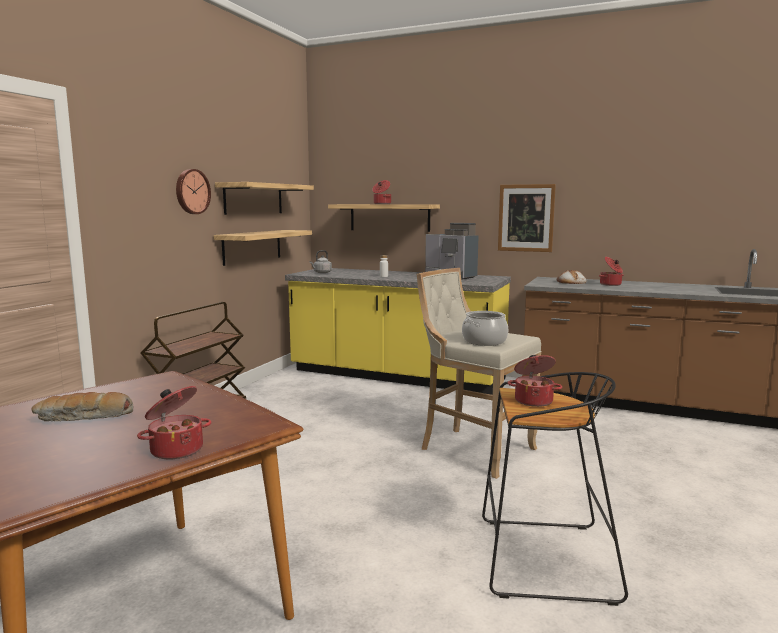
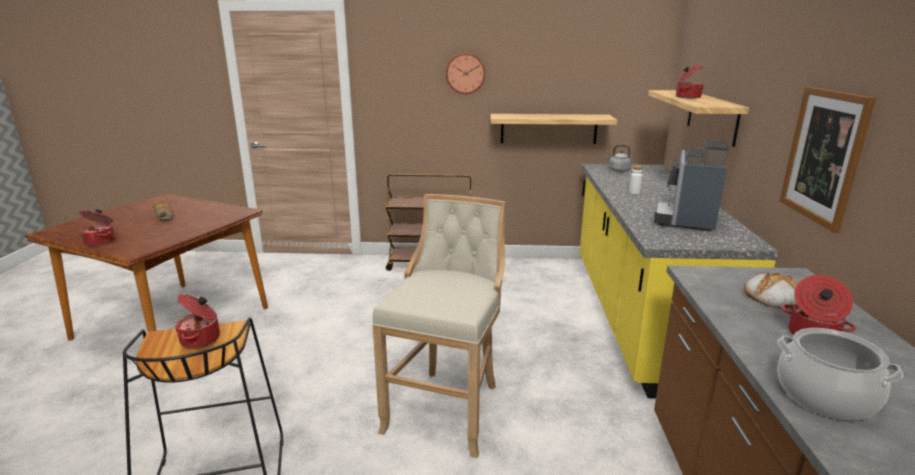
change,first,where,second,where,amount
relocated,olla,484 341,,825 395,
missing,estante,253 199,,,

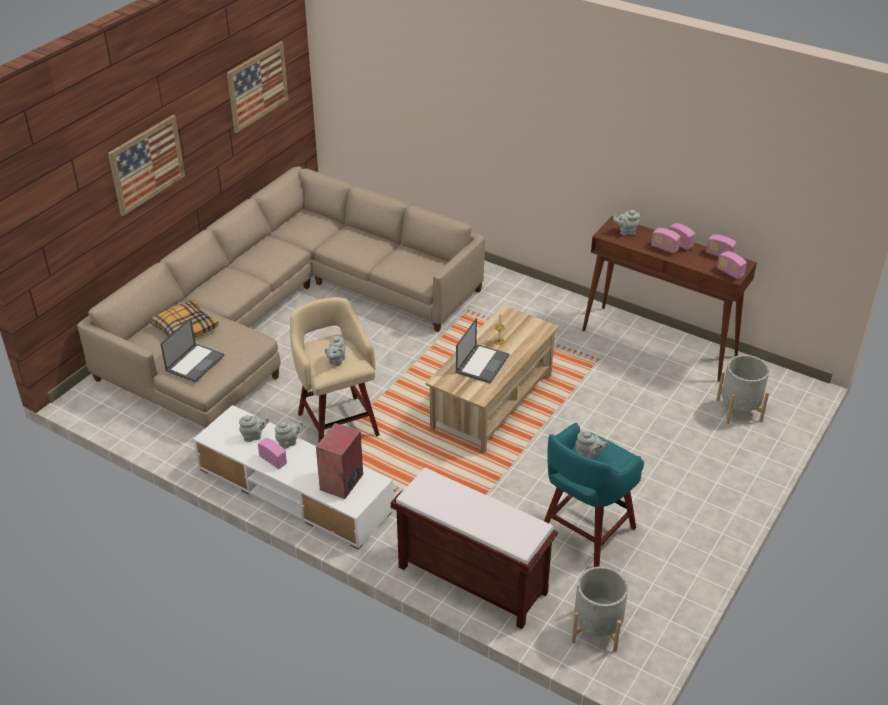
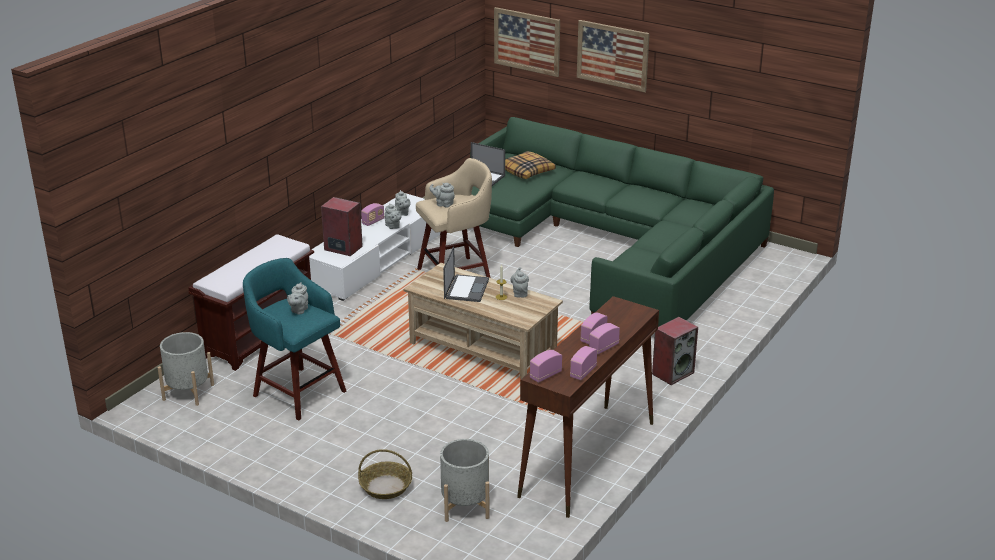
change,first,where,second,where,amount
appeared,,,cesta,385 486,
spun,portátil,482 363,,466 288,105 degrees counterclockwise
colour,sofá/beis,282 313,sofá/verde,610 244,
relocated,cuadro,257 86,,527 41,
relocated,tetera/gris,626 232,,520 293,
appeared,,,altavoz,673 373,

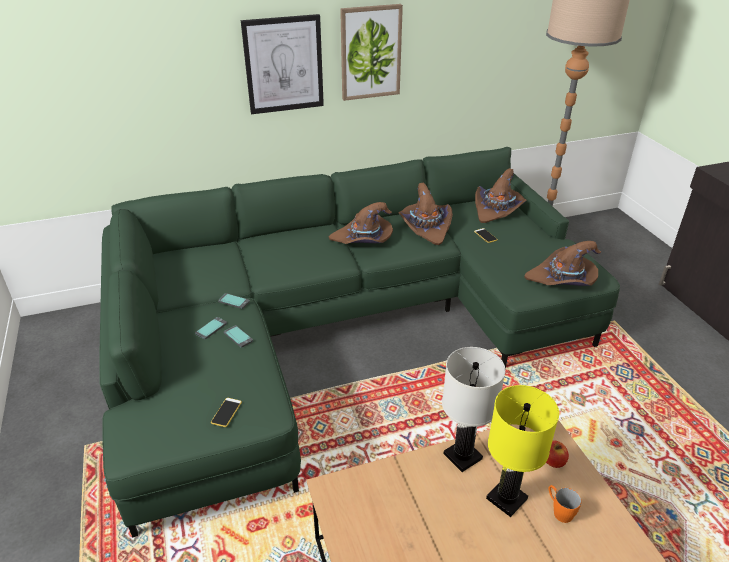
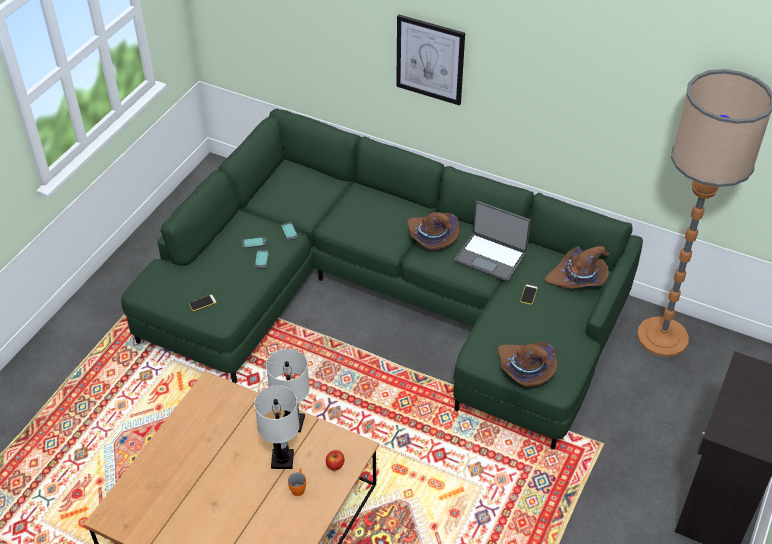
change,first,where,second,where,amount
colour,lámpara de mesa/amarillo,506 499,lámpara de mesa/blanco,282 460,
exchanged,sombrero/marrón,426 227,portátil,491 257,
missing,cuadro,370 52,,,

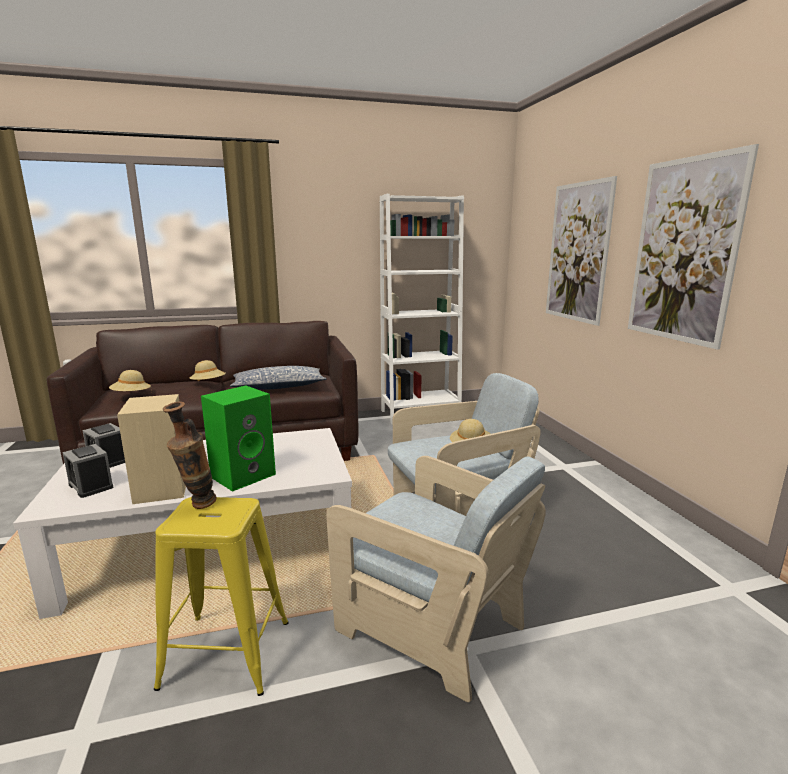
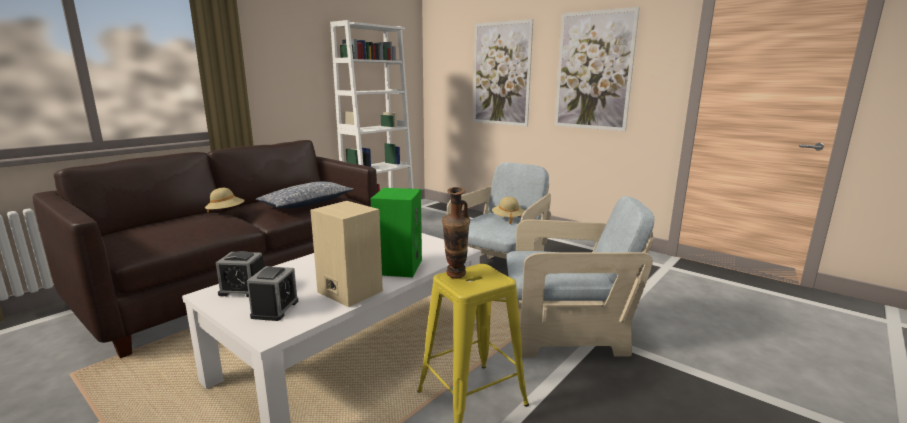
change,first,where,second,where,amount
spun,despertador,91 486,,275 309,90 degrees counterclockwise
missing,sombrero/beis,131 395,,,

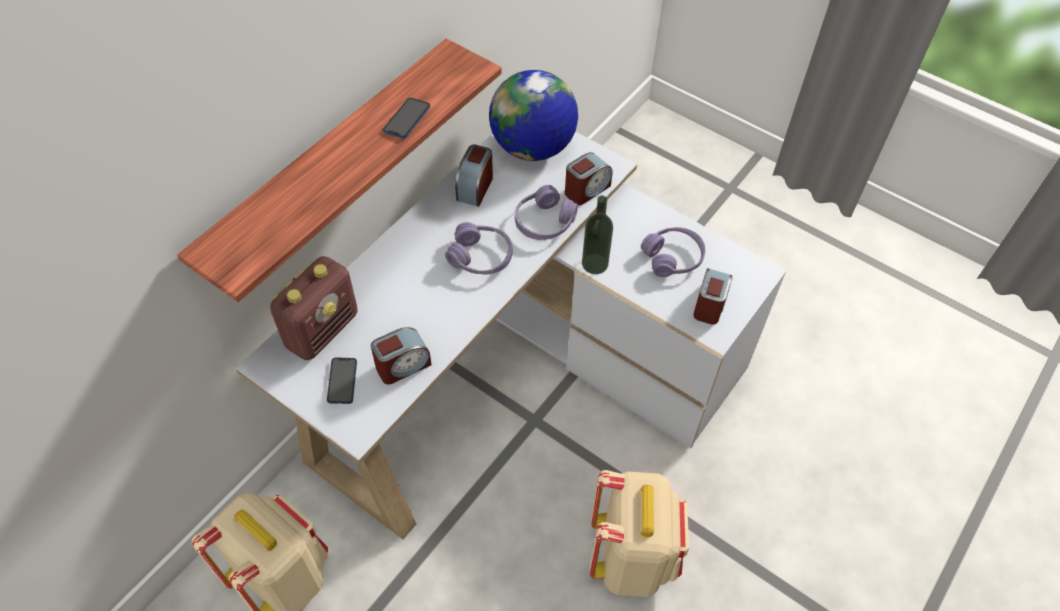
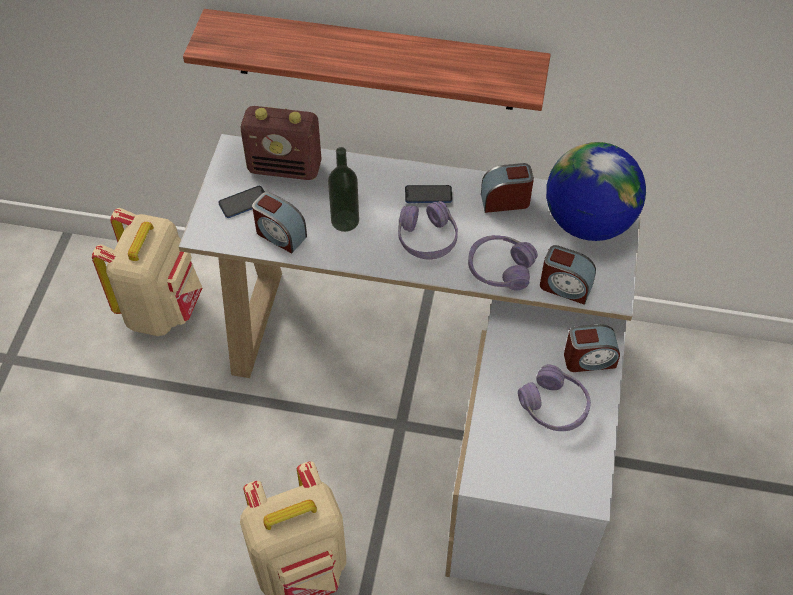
change,first,where,second,where,amount
relocated,botella,595 264,,345 221,
relocated,móvil,407 119,,428 195,
relocated,despertador,710 305,,589 359,

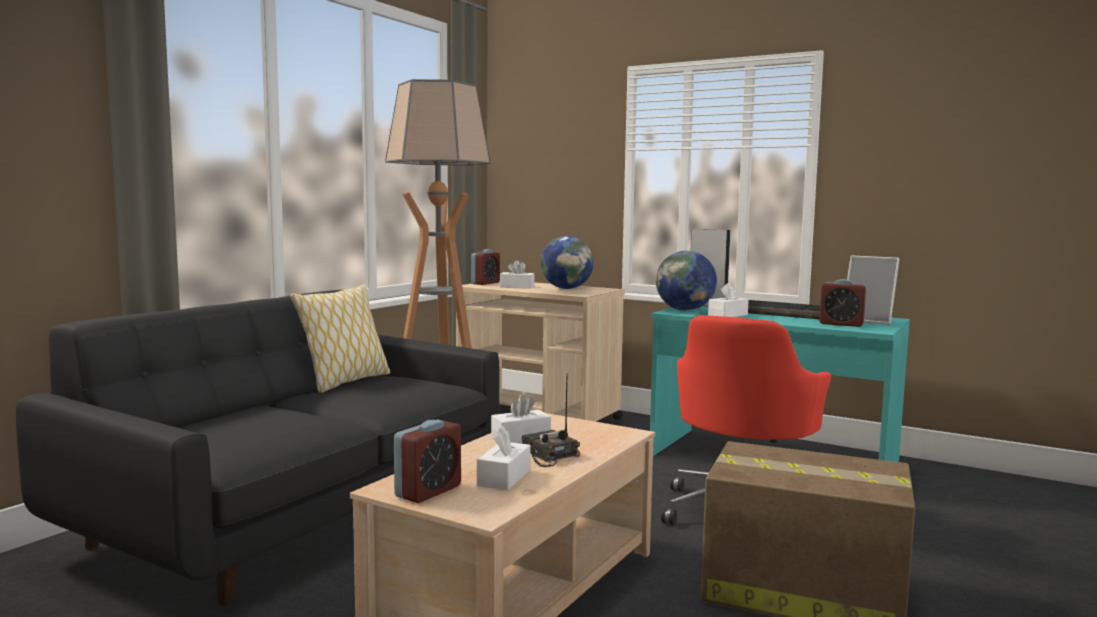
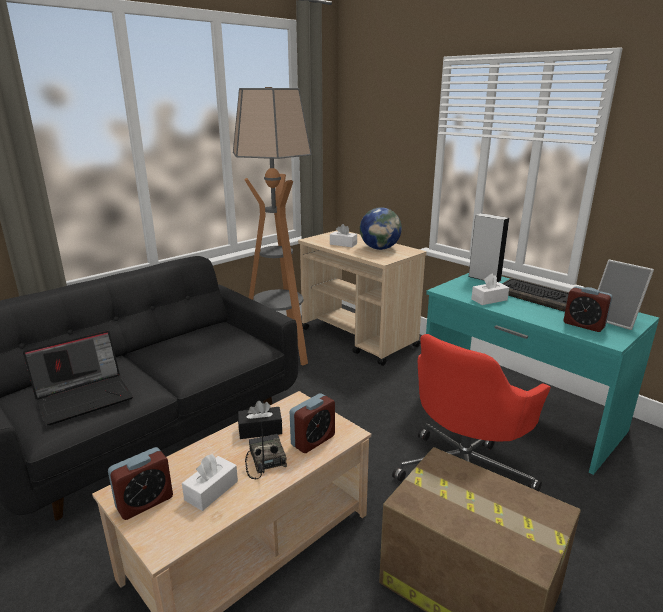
change,first,where,second,where,amount
appeared,,,portátil,85 397,
colour,caja de pañuelos/blanco,521 438,caja de pañuelos/negro,260 430,
relocated,despertador,485 283,,313 440,
missing,cojín,345 382,,,
missing,globo terráqueo,685 310,,,

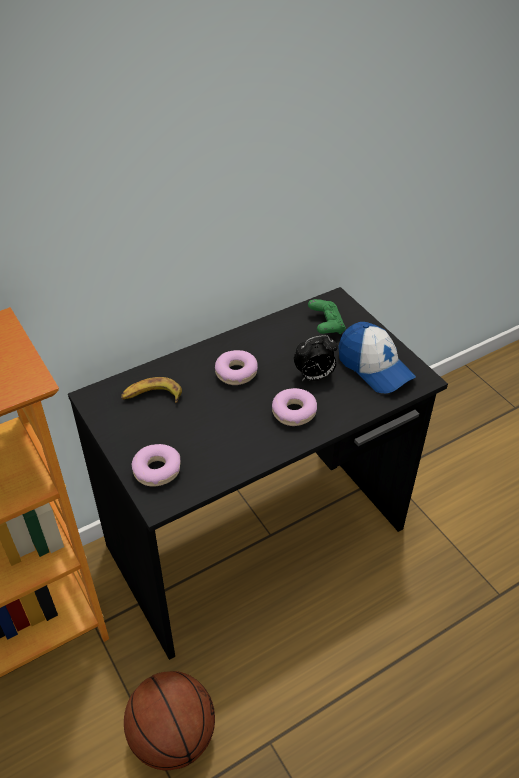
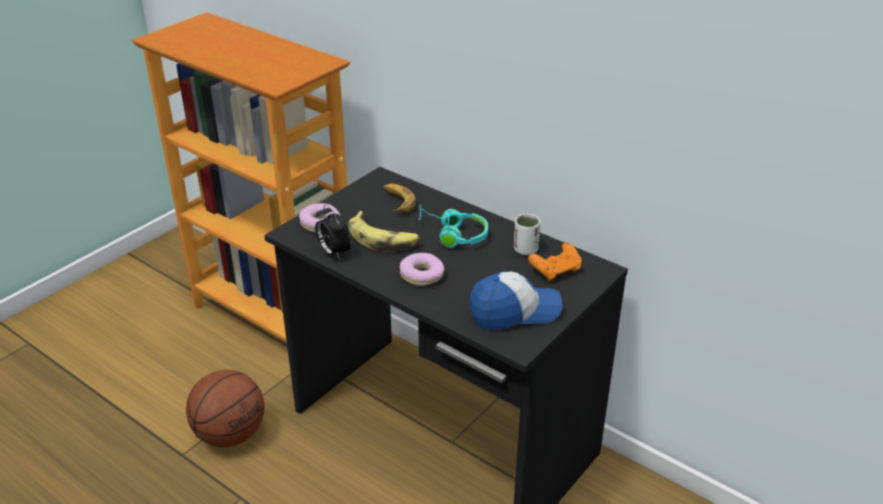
change,first,where,second,where,amount
relocated,despertador,314 377,,333 252,
appeared,,,plátano,383 239,
exchanged,rosquilla,236 372,auriculares/turquesa,452 234,
spun,gorra,374 367,,514 312,135 degrees counterclockwise
appeared,,,taza/blanco,525 250,
colour,mando de consola/verde,326 325,mando de consola/naranja,556 270,

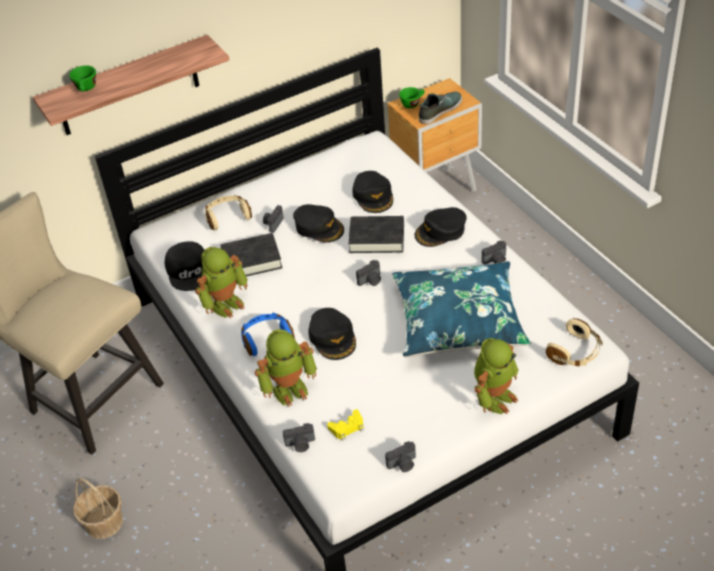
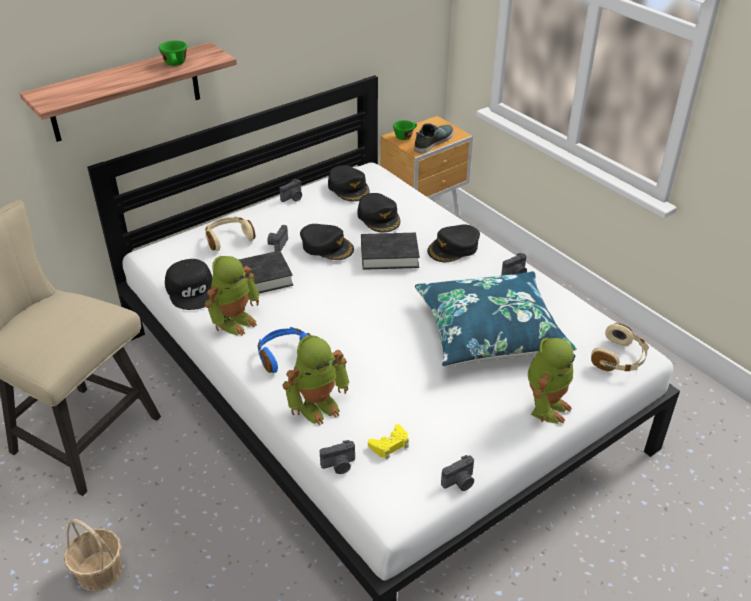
change,first,where,second,where,amount
relocated,taza/verde,86 89,,176 64,
relocated,cámara,371 281,,293 198,
relocated,gorra/negro,333 338,,349 188,

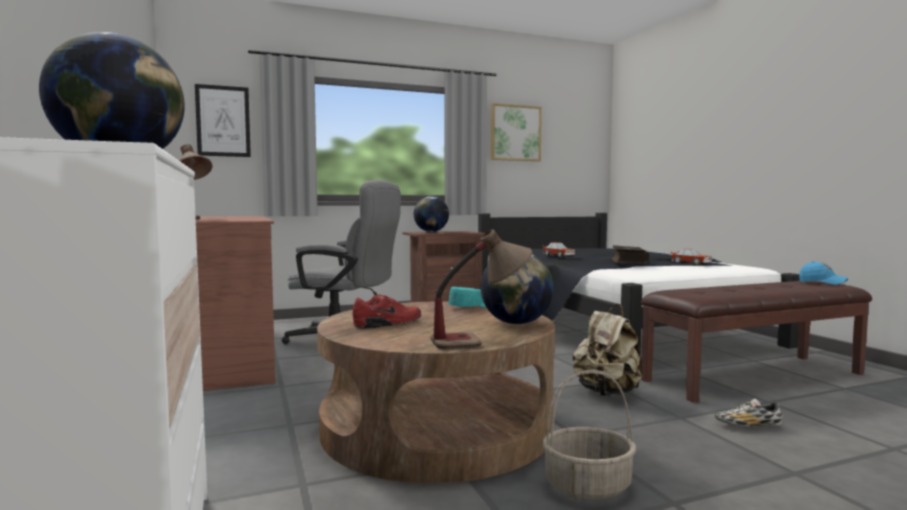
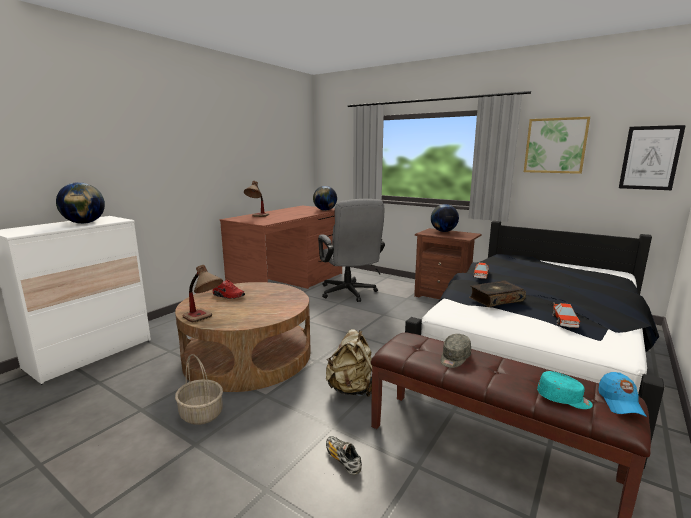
change,first,where,second,where,amount
relocated,globo terráqueo,516 323,,325 210,
appeared,,,gorra/gris,454 358,
relocated,gorra/turquesa,470 307,,563 399,
relocated,cuadro,223 121,,650 158,

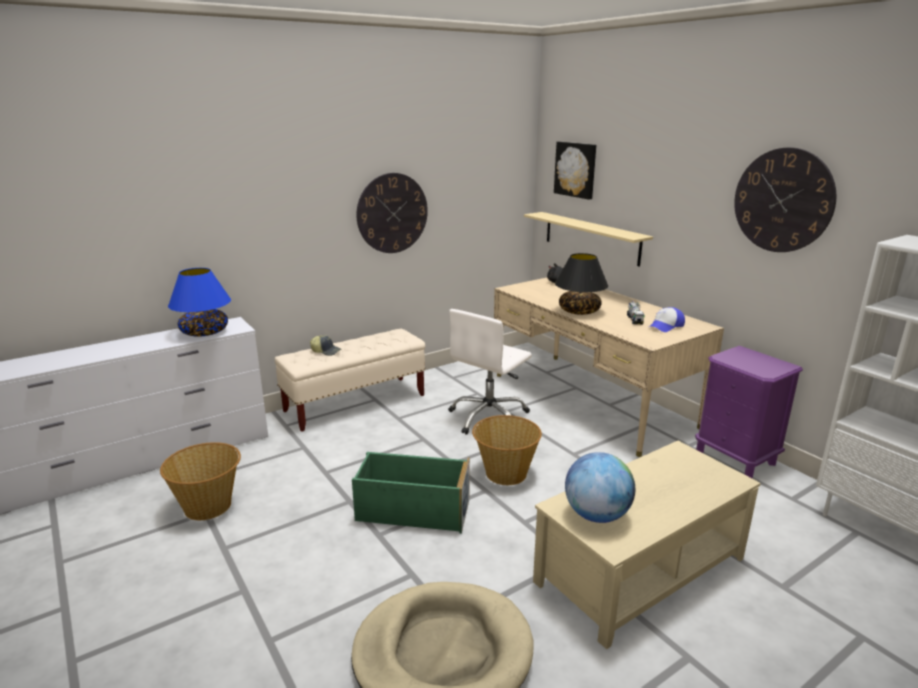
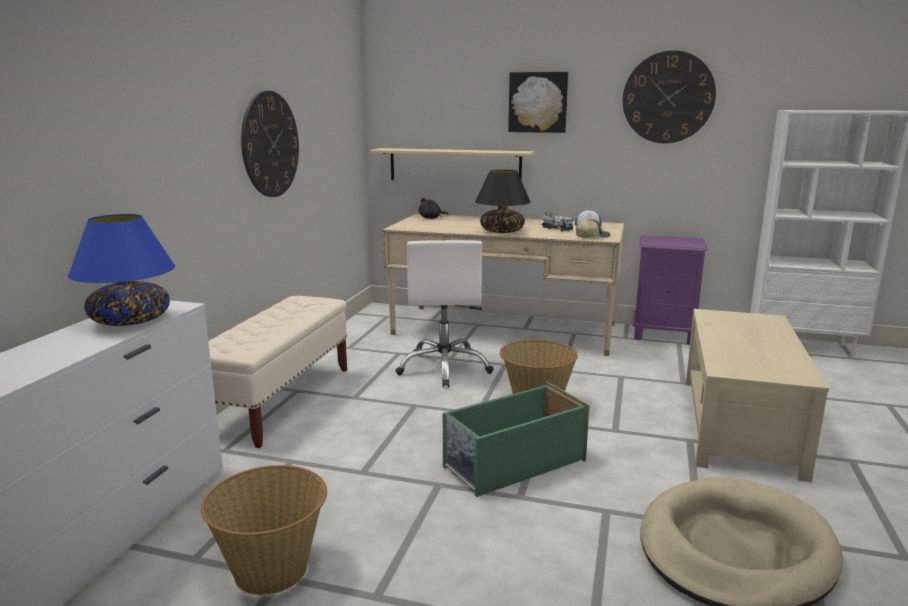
change,first,where,second,where,amount
relocated,cuadro,576 169,,538 102,
relocated,gorra,326 351,,592 237,
missing,globo terráqueo,596 515,,,

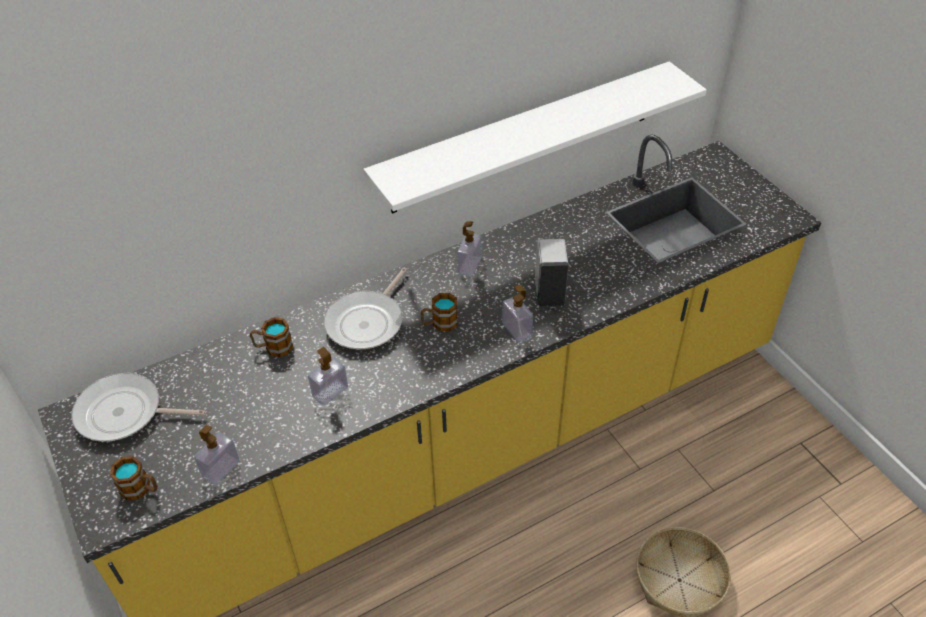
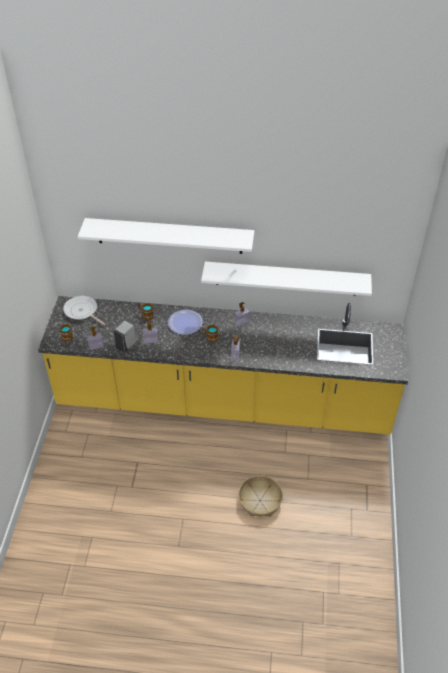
change,first,where,second,where,amount
appeared,,,estante/blanco,169 235,
relocated,dispensador de jabón/blanco,549 292,,126 345,
exchanged,sartén,367 322,plato,185 323,

